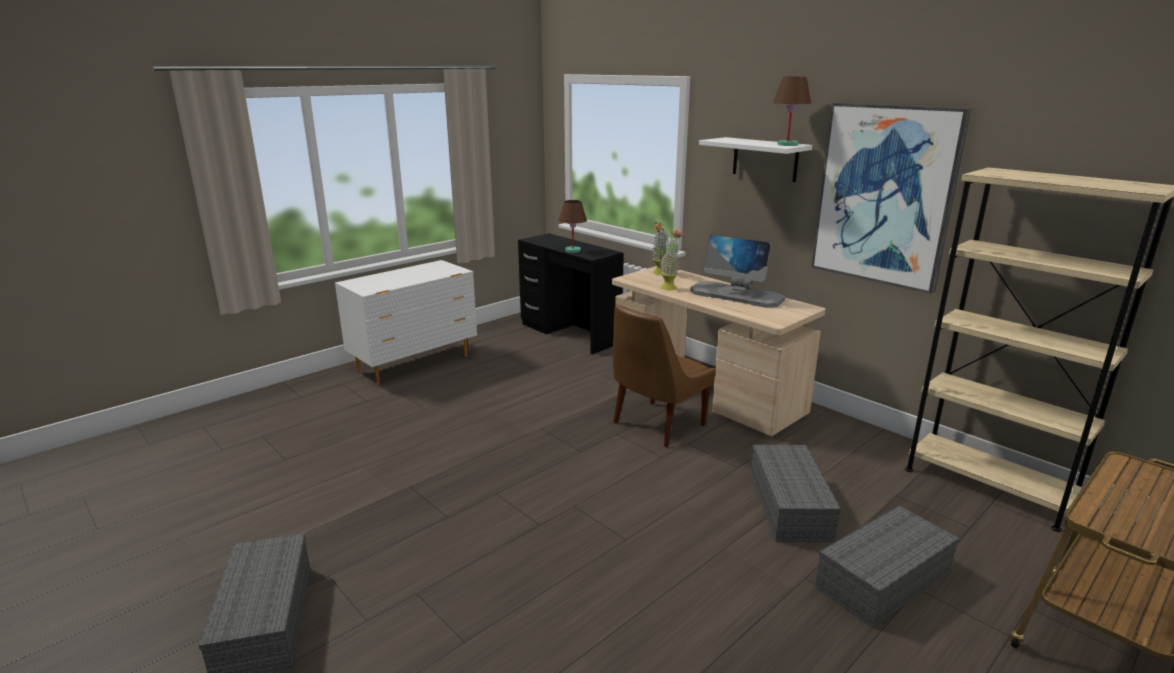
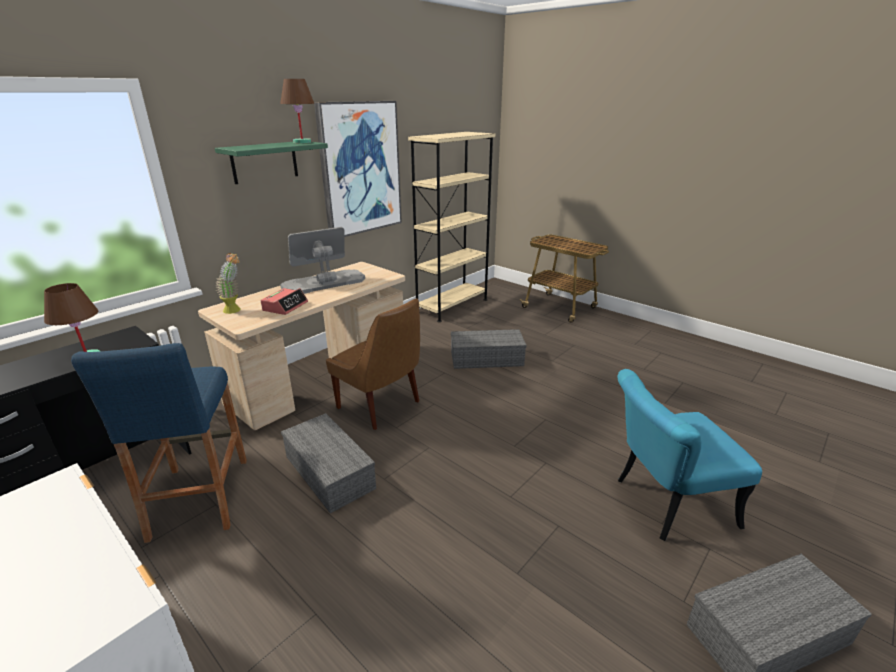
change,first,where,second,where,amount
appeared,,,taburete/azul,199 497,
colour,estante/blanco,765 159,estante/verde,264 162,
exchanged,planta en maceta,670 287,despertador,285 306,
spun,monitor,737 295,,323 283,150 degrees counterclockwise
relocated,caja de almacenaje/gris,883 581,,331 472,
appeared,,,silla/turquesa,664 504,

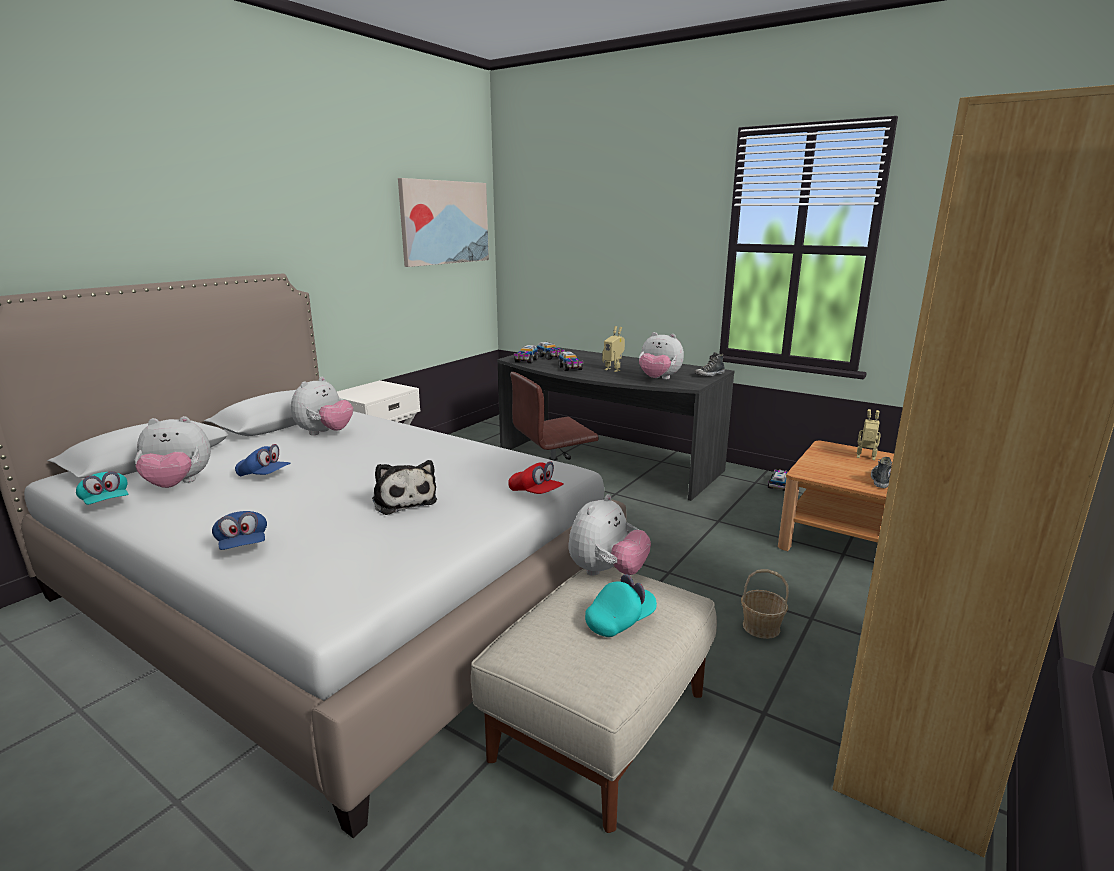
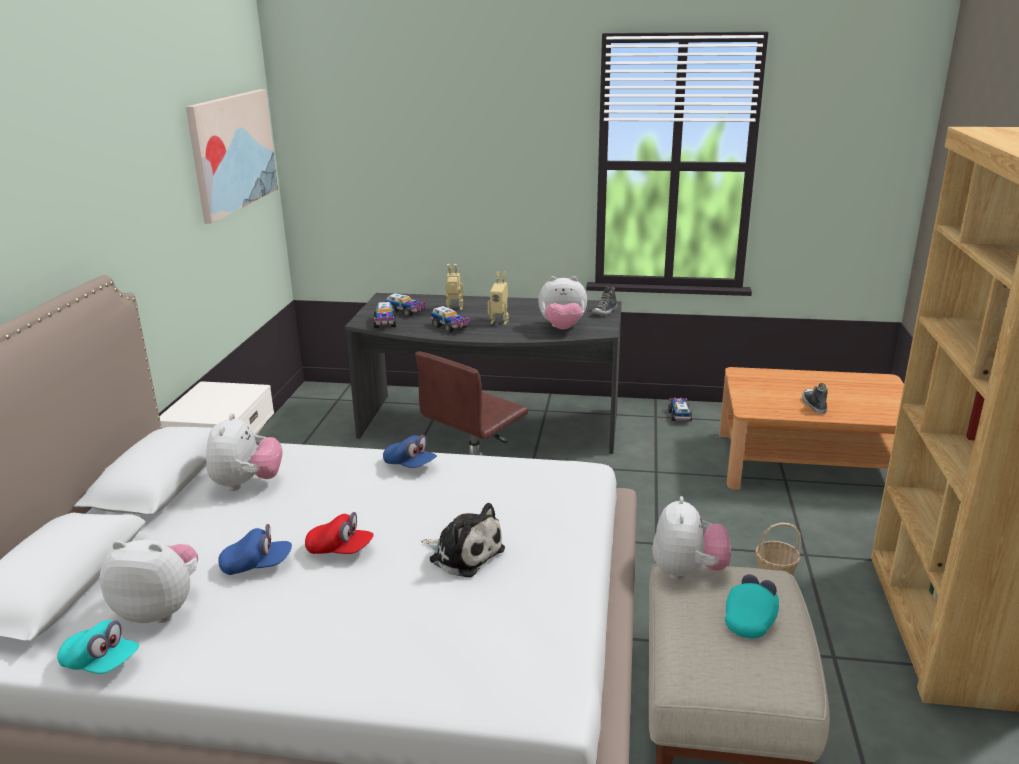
change,first,where,second,where,amount
spun,peluche,178 485,,160 609,135 degrees counterclockwise
relocated,gorra/rojo,535 493,,340 550,
relocated,gorra/azul,243 546,,410 465,
relocated,robot de juguete,865 458,,454 309,

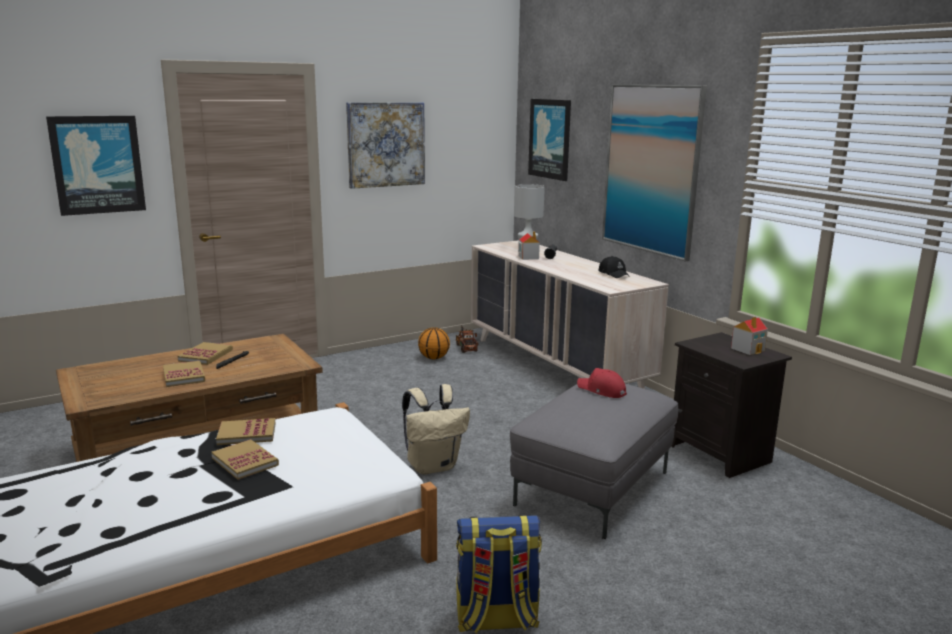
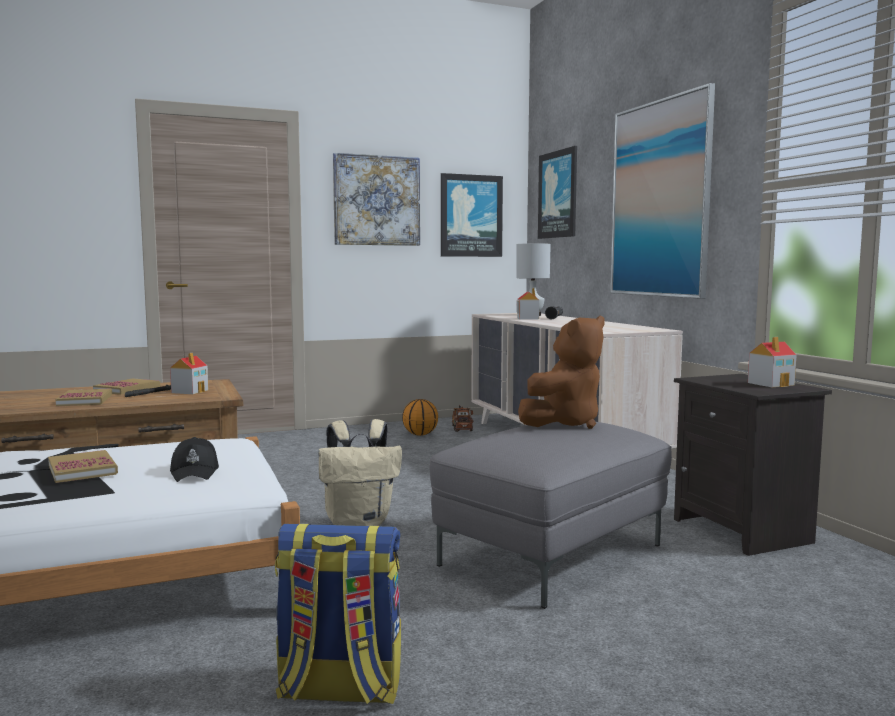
change,first,where,second,where,amount
appeared,,,casita,190 391,
relocated,gorra/negro,613 274,,195 472,
relocated,cuadro,97 165,,471 216,
exchanged,gorra/rojo,601 390,peluche/marrón,564 423,
missing,libro,247 434,,,

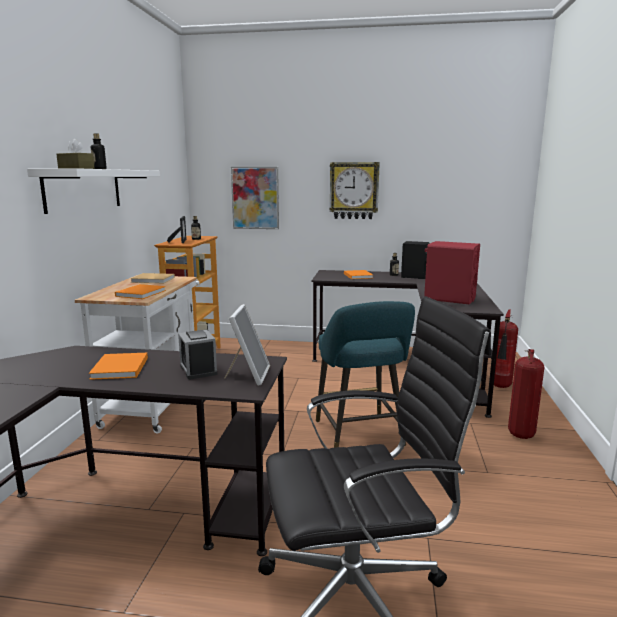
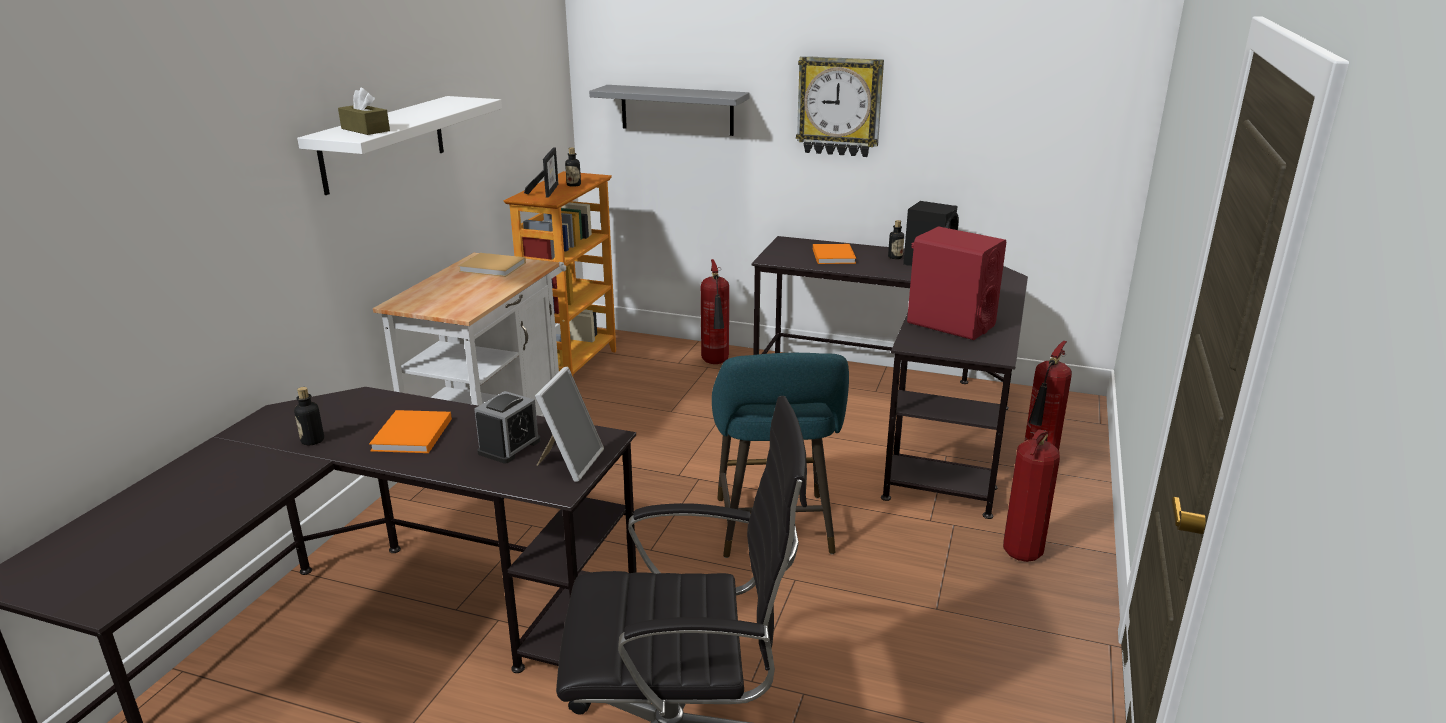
change,first,where,second,where,amount
relocated,botella,99 169,,312 440,
spun,despertador,198 370,,509 447,135 degrees counterclockwise
exchanged,cuadro,255 198,estante/gris,677 110,
appeared,,,extintor,716 363,
missing,libro/naranja,142 293,,,

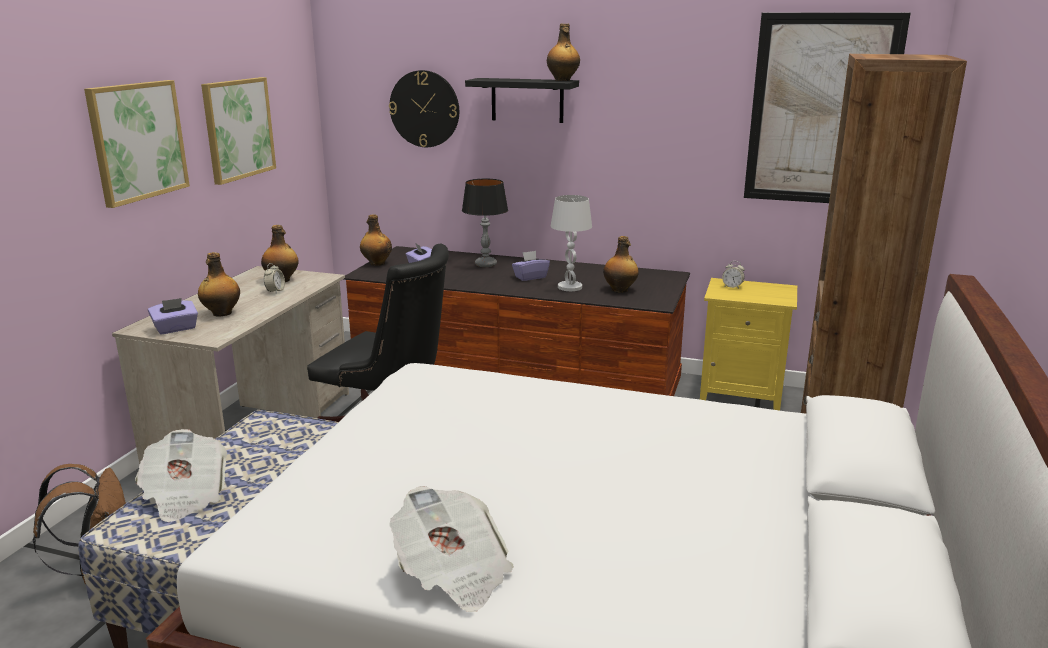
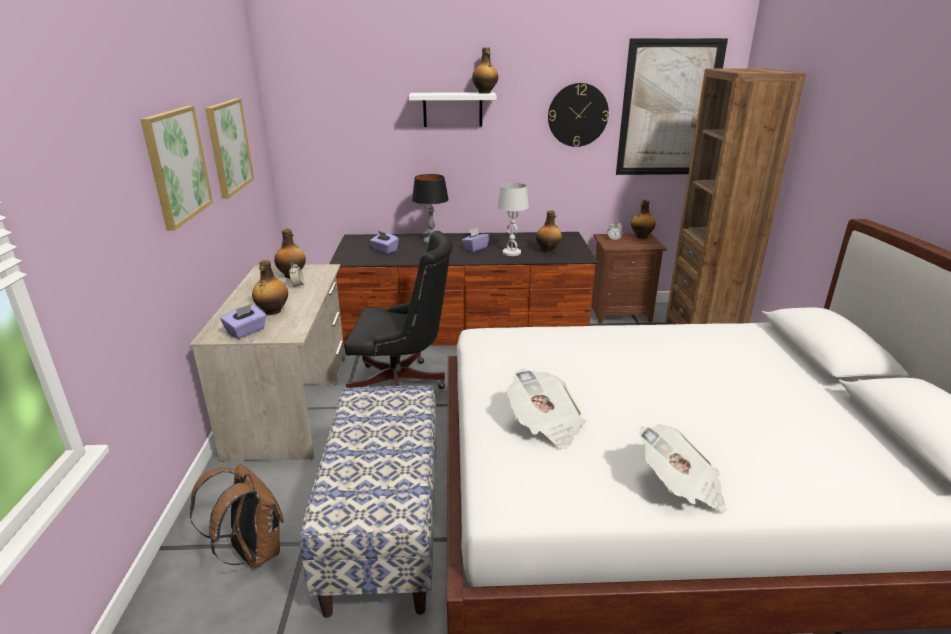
change,first,where,second,where,amount
colour,estante/negro,527 100,estante/blanco,452 109,
relocated,periódico,185 495,,545 425,
relocated,reloj de pared,424 109,,578 115,
colour,mesita de noche/amarillo,741 394,mesita de noche/marrón,619 313,
relocated,botella,377 263,,641 236,

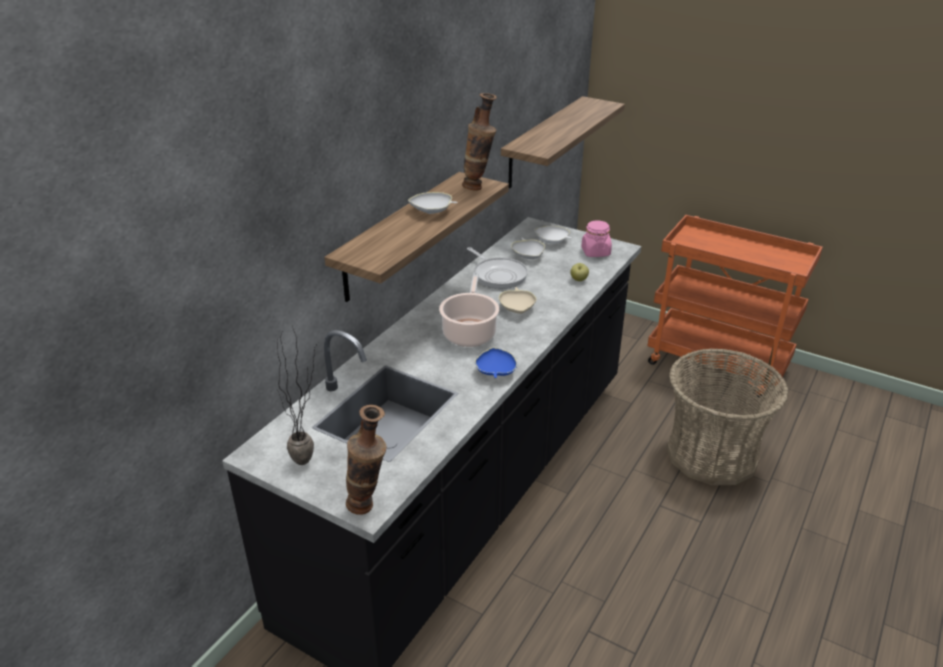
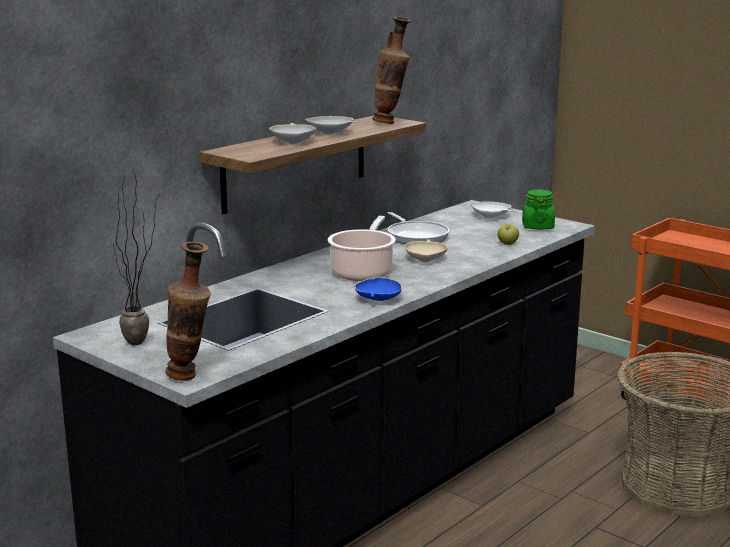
change,first,where,second,where,amount
relocated,cuenco/blanco,528 255,,293 142,
colour,tarro/rosa,595 252,tarro/verde,537 226,
missing,estante,543 142,,,

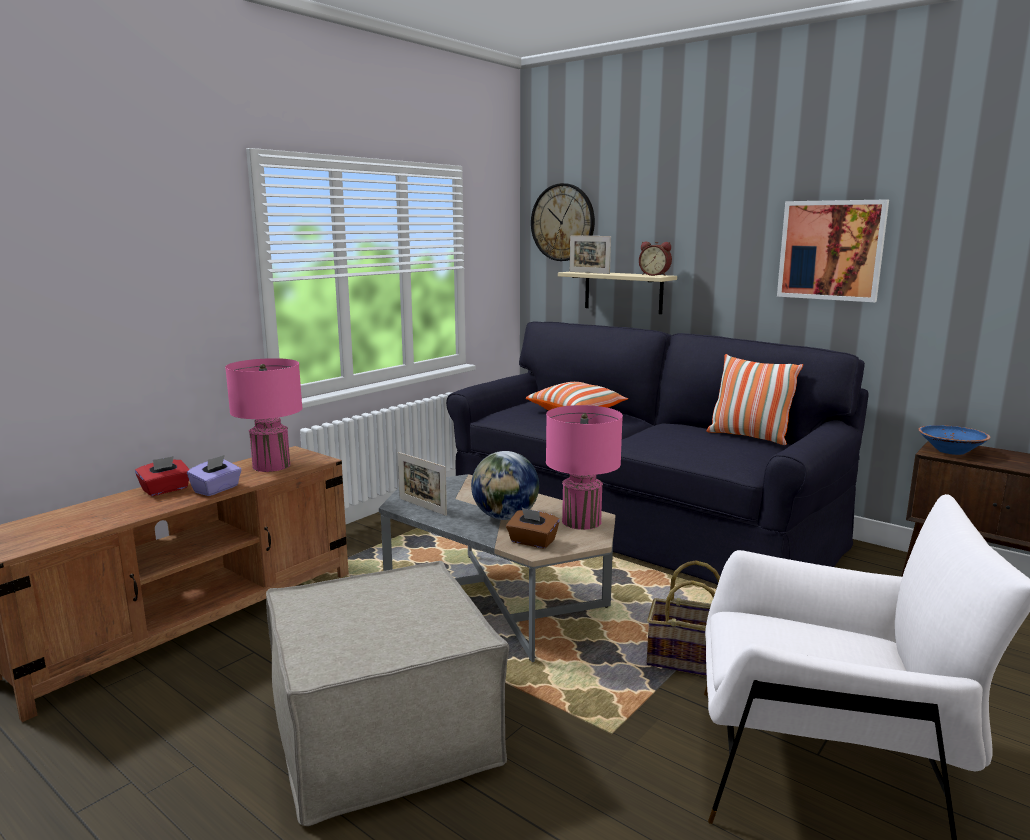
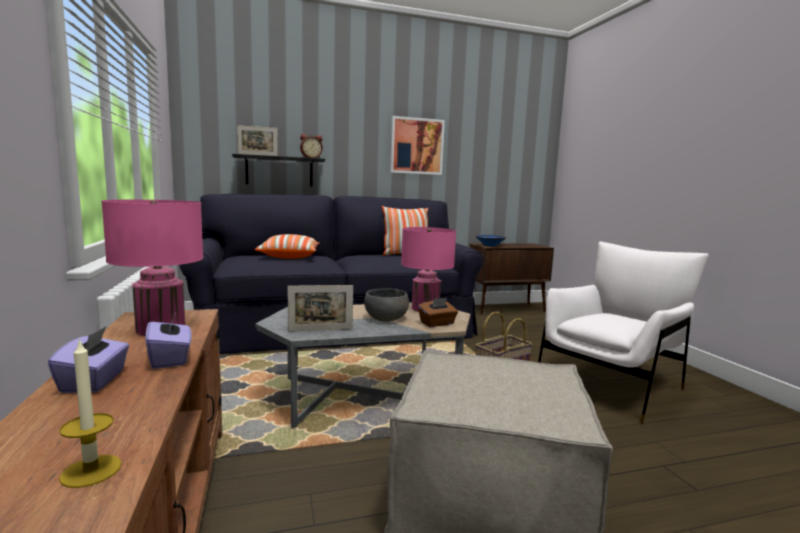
change,first,where,second,where,amount
colour,caja de pañuelos/rojo,166 490,caja de pañuelos/morado,94 381,
appeared,,,vela,91 471,
colour,estante/beis,623 292,estante/negro,279 171,
exchanged,globo terráqueo,505 517,cuenco/gris,386 318,
missing,reloj de pared,563 222,,,

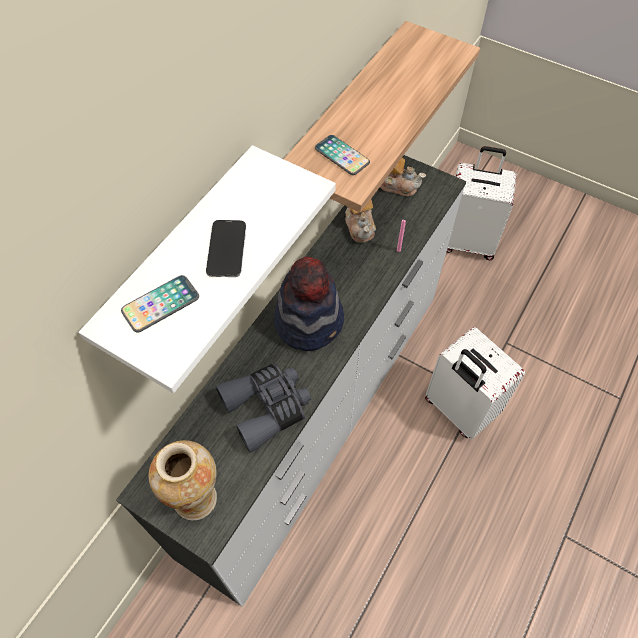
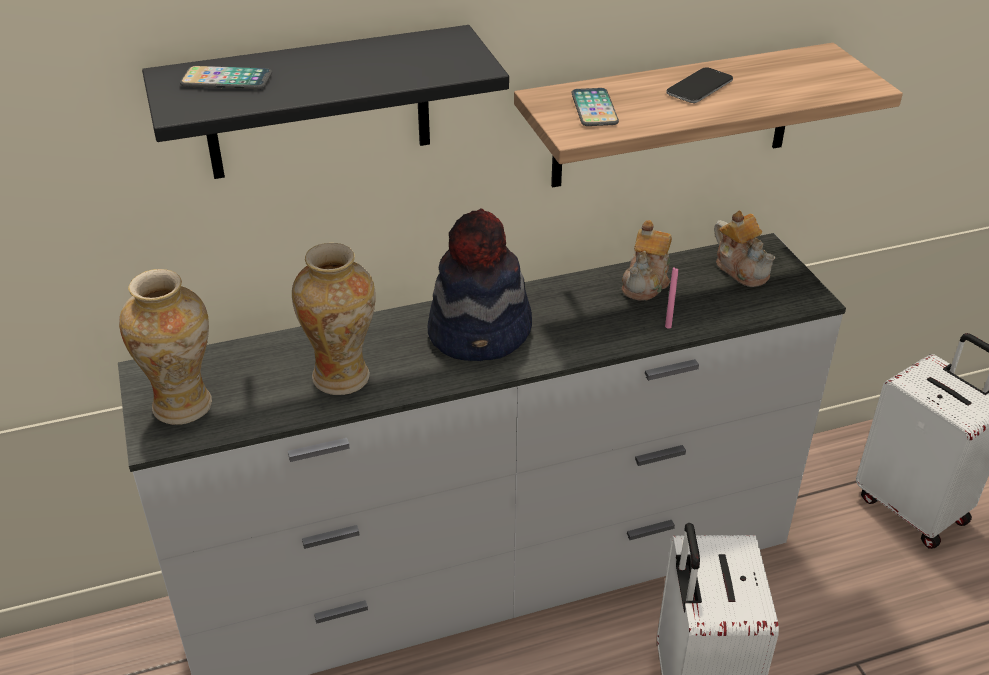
change,first,where,second,where,amount
colour,estante/blanco,182 261,estante/negro,318 104,
exchanged,prismáticos/gris,267 407,florero,343 377,
relocated,móvil,226 249,,699 87,

